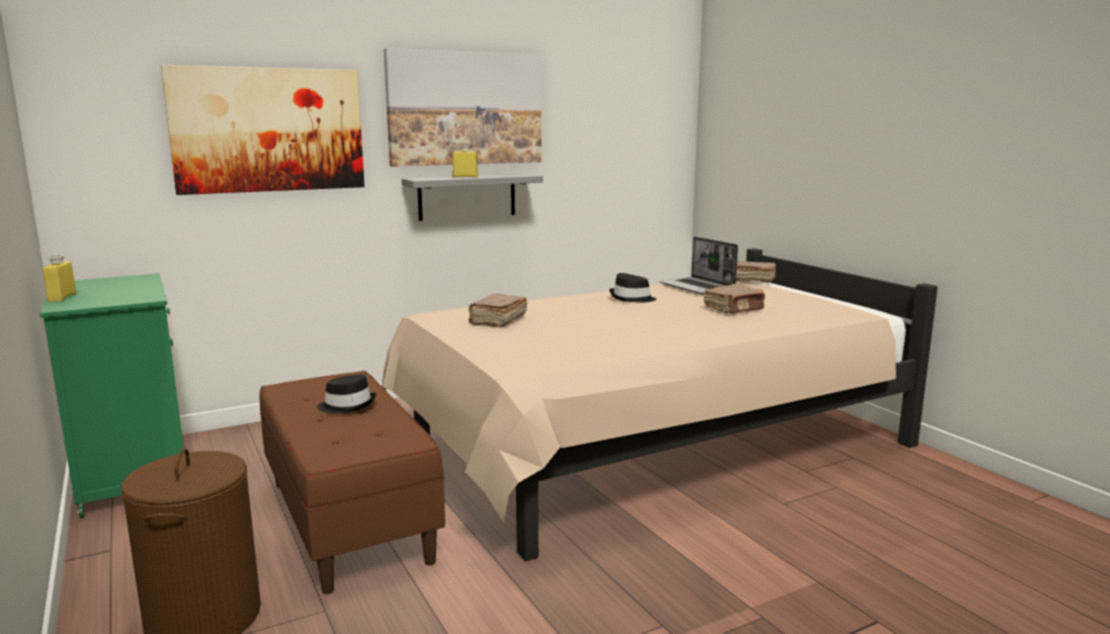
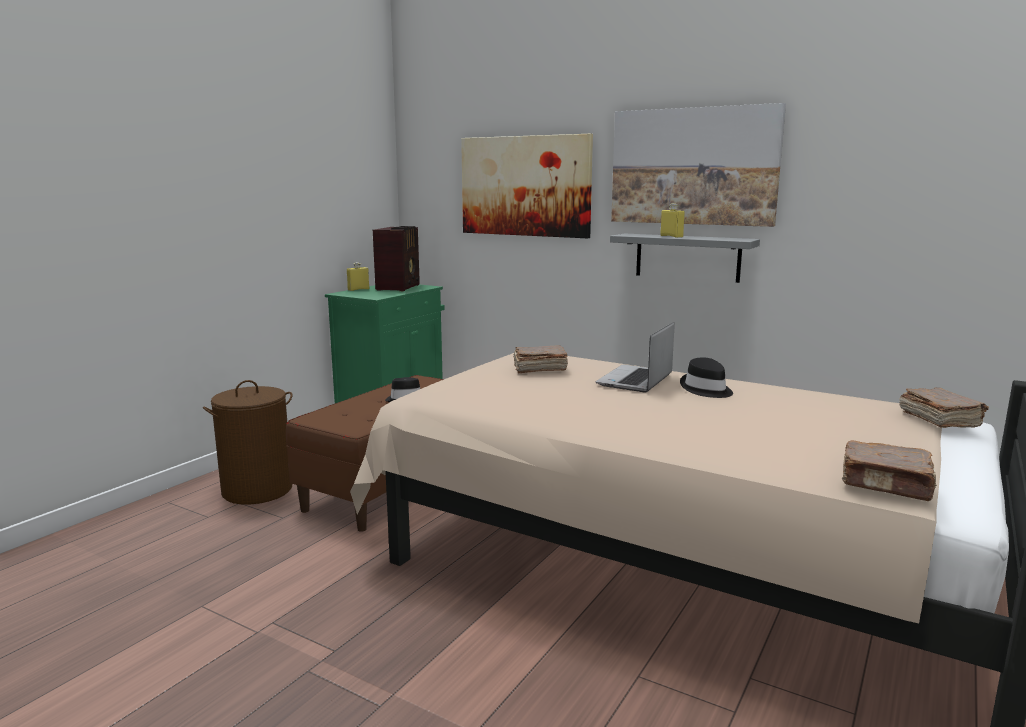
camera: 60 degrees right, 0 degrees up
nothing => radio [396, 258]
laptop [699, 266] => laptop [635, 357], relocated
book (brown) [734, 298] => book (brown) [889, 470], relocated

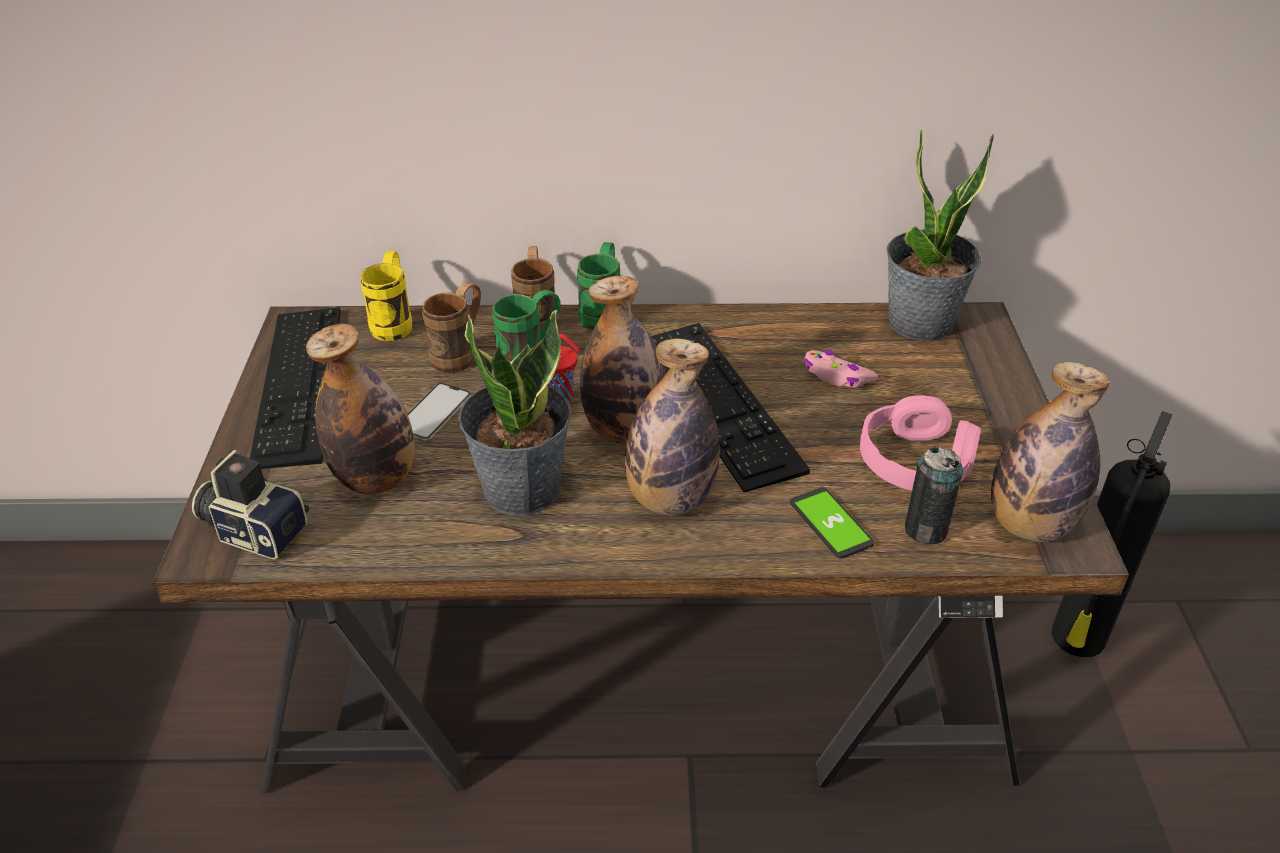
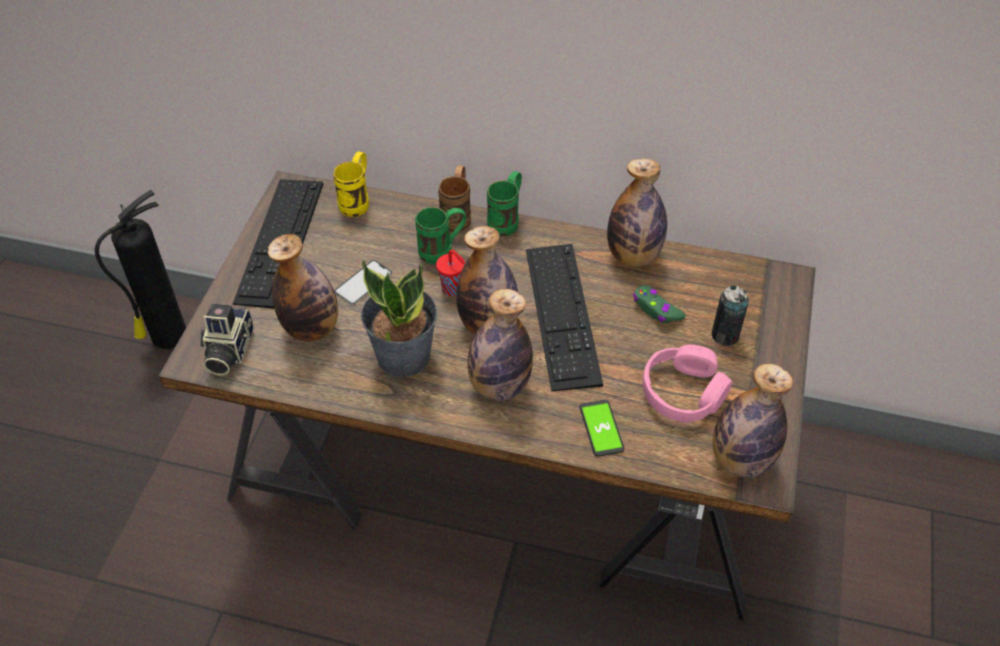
camera: 15 degrees right, 10 degrees up
fire extinguisher [1112, 534] => fire extinguisher [140, 269], relocated
photo camera [250, 505] => photo camera [226, 340], 120 degrees counterclockwise
nothing => bottle [637, 212]
game controller (pink) [841, 369] => game controller (green) [659, 304]
can [934, 495] => can [730, 315], relocated
mug (brown) [451, 327] => nothing
potted plant [940, 235] => nothing

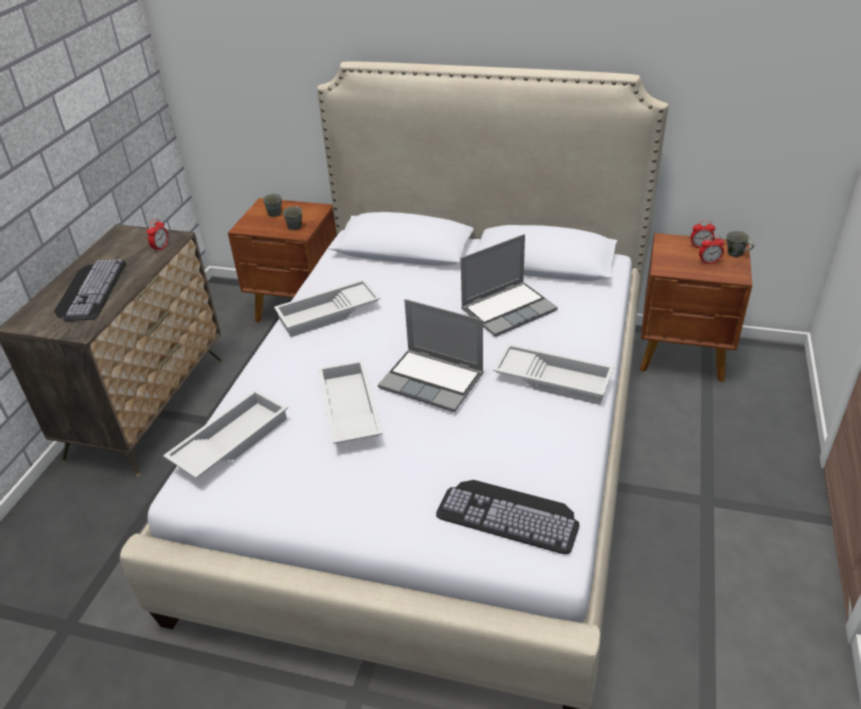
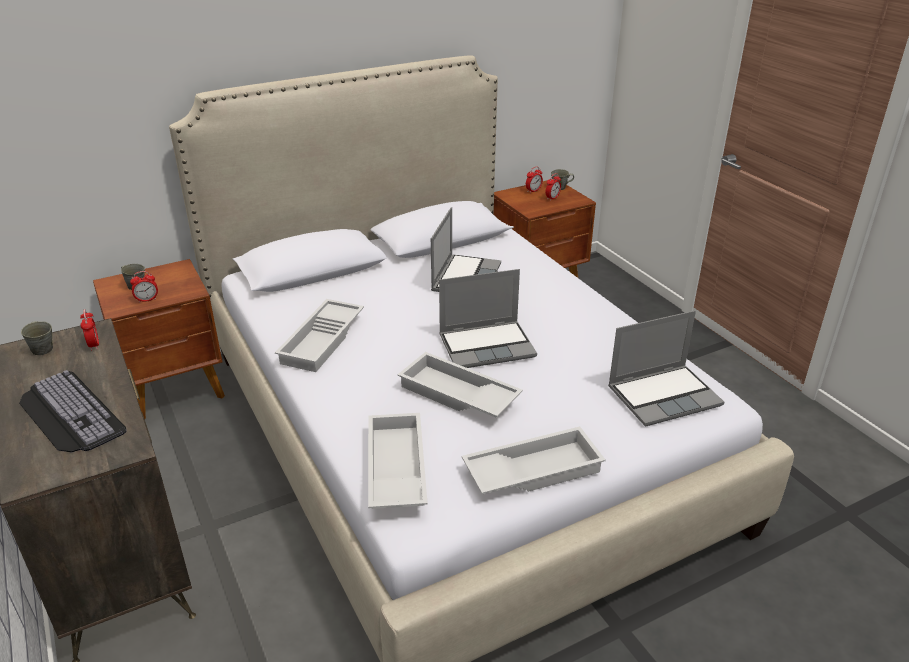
camera: 45 degrees left, 5 degrees down
mug (grey) [292, 218] => mug (grey) [37, 338], relocated
nothing => alarm clock [144, 287]
tray (white) [553, 374] => tray (white) [534, 460], relocated
keyboard [508, 517] => laptop [666, 368]

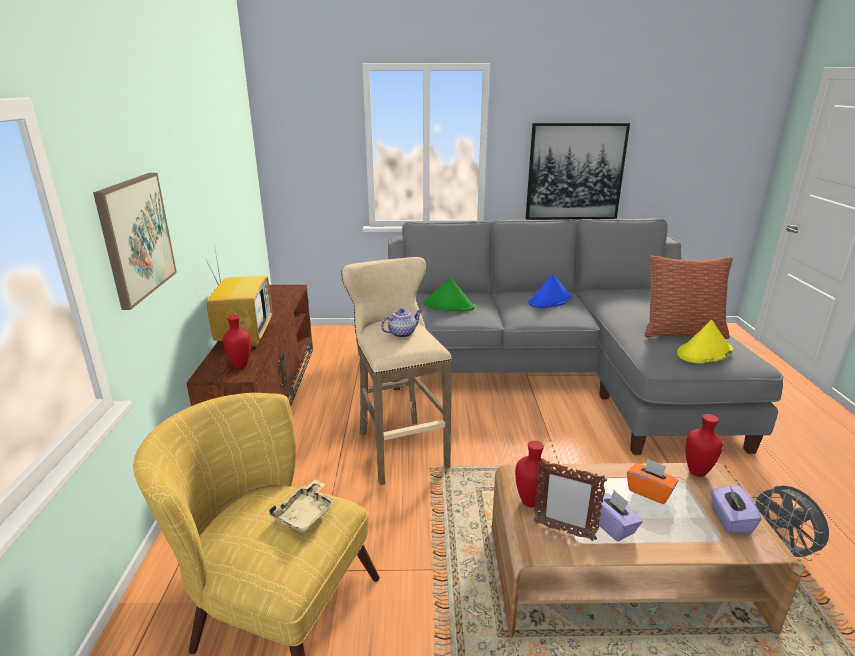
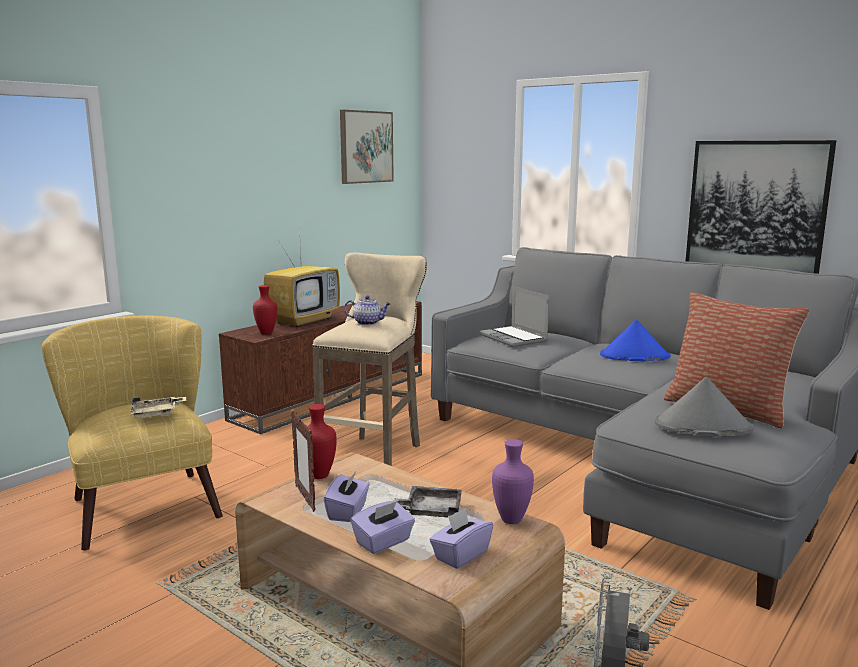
camera: 40 degrees right, 10 degrees down
picture [135, 241] => picture [367, 147], relocated
nothing => tissue box (purple) [383, 527]
tissue box (orange) [652, 481] => tray (grey) [428, 501]
hat (green) [449, 294] => laptop [514, 316]
vase (red) [704, 445] => vase (purple) [513, 481]
hat (yellow) [705, 341] => hat (grey) [704, 407]

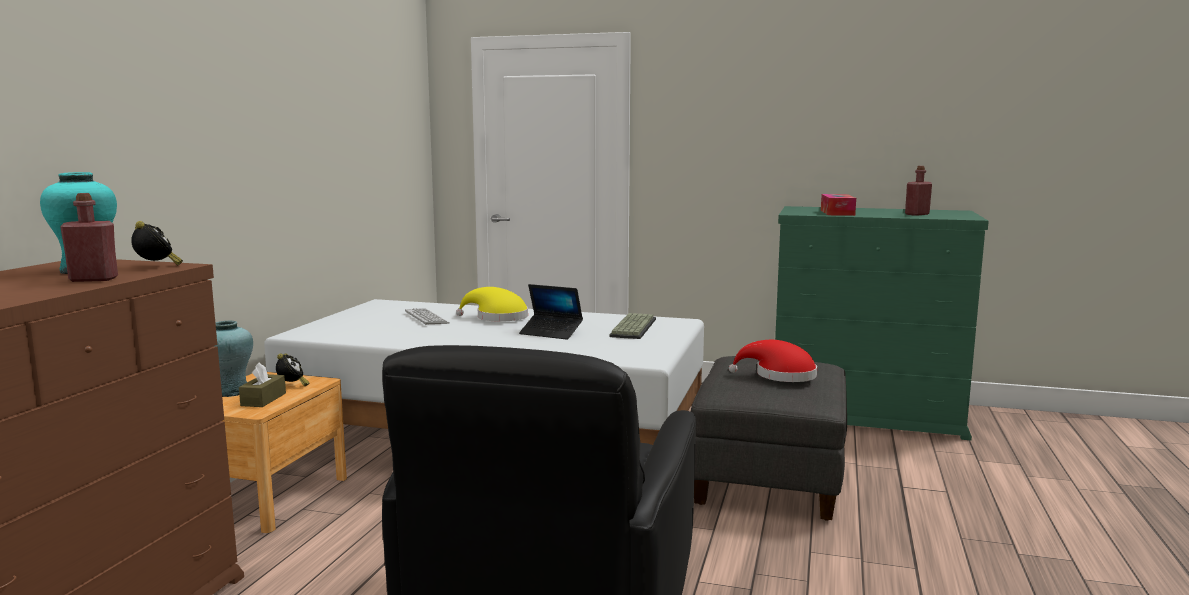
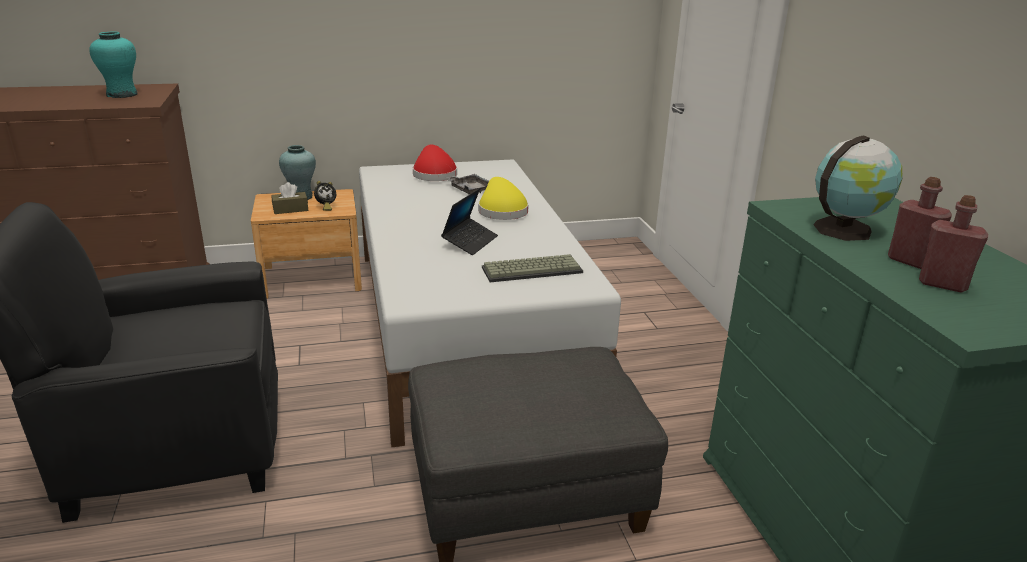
camera: 60 degrees right, 15 degrees up
hat (red) [773, 361] => hat (red) [435, 162], relocated
laptop [551, 312] => laptop [469, 221], 150 degrees counterclockwise
keyboard [427, 316] => tray (grey) [467, 184]
tissue box [838, 205] => globe [858, 188]
bottle (red) [89, 237] => bottle (red) [920, 223], relocated
alarm clock [157, 243] => nothing

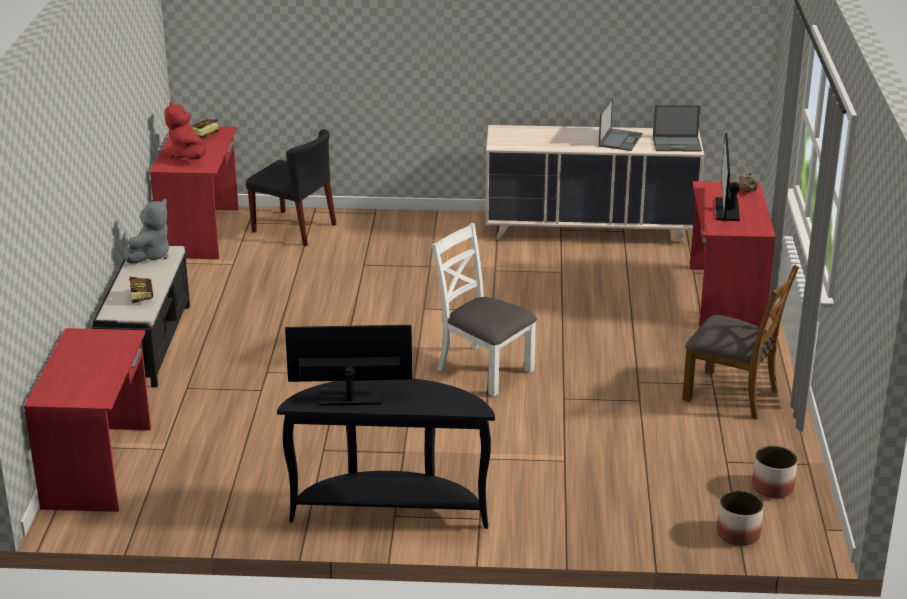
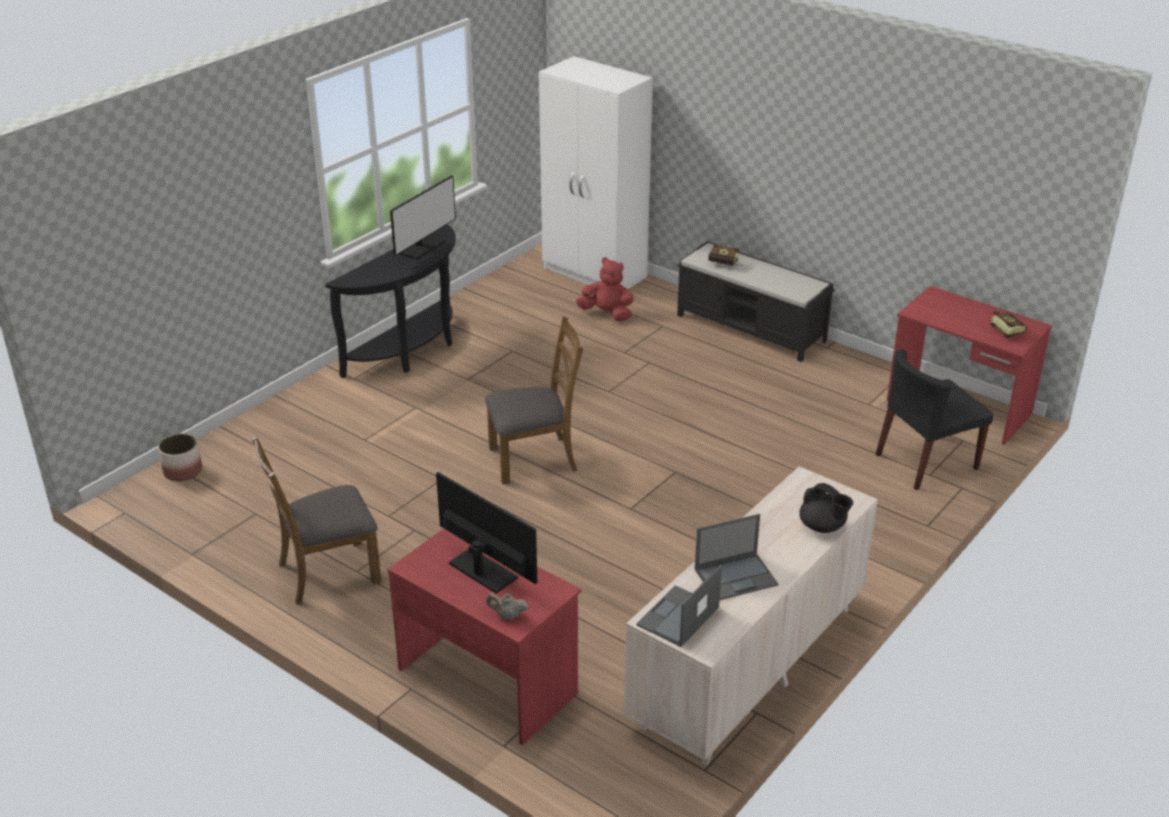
camera: 125 degrees right, 5 degrees up
chair (white) [484, 309] => chair (brown) [534, 401]
desk (red) [87, 420] => wardrobe (white) [596, 173]
plush toy (red) [185, 131] => plush toy (red) [605, 289], relocated
laptop [621, 124] => laptop [736, 557], 75 degrees counterclockwise
nothing => teapot (black) [826, 508]
plush toy (grey) [146, 231] => nothing
planter [775, 472] => nothing

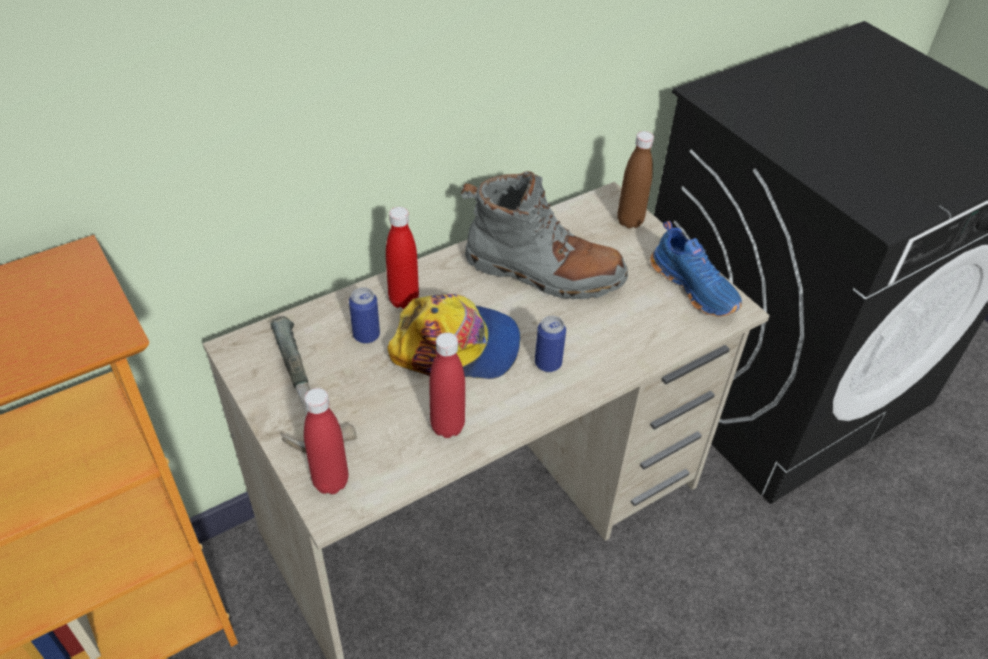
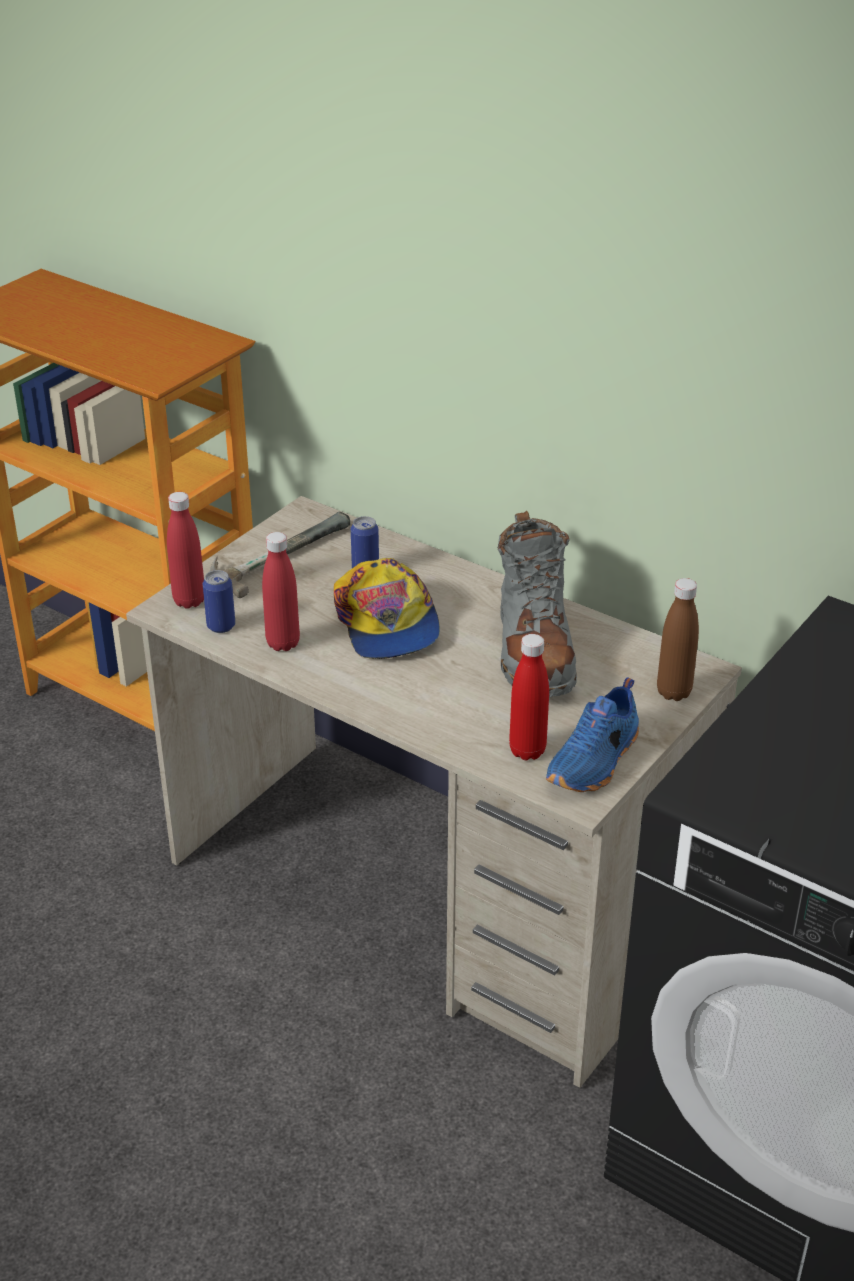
camera: 70 degrees right, 10 degrees down
can [550, 344] => can [219, 601], relocated
bottle (red) [402, 258] => bottle (red) [529, 697], relocated

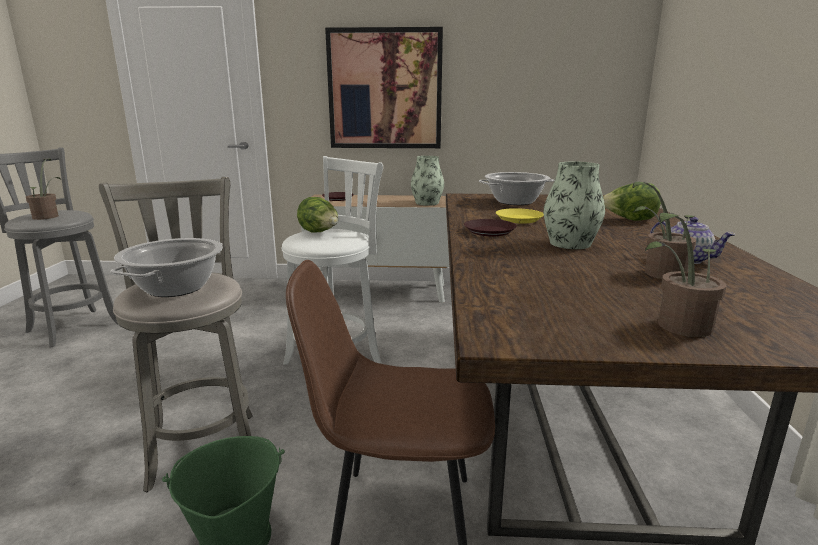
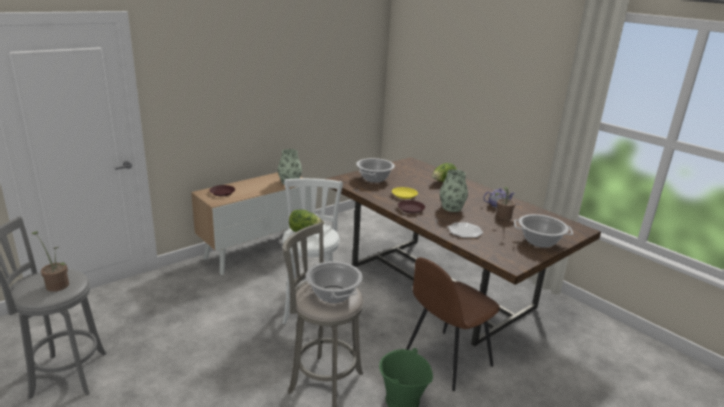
camera: 45 degrees left, 5 degrees up
nothing => plate [465, 230]
potted plant [685, 275] => cooking pot [543, 231]
picture [384, 87] => nothing

